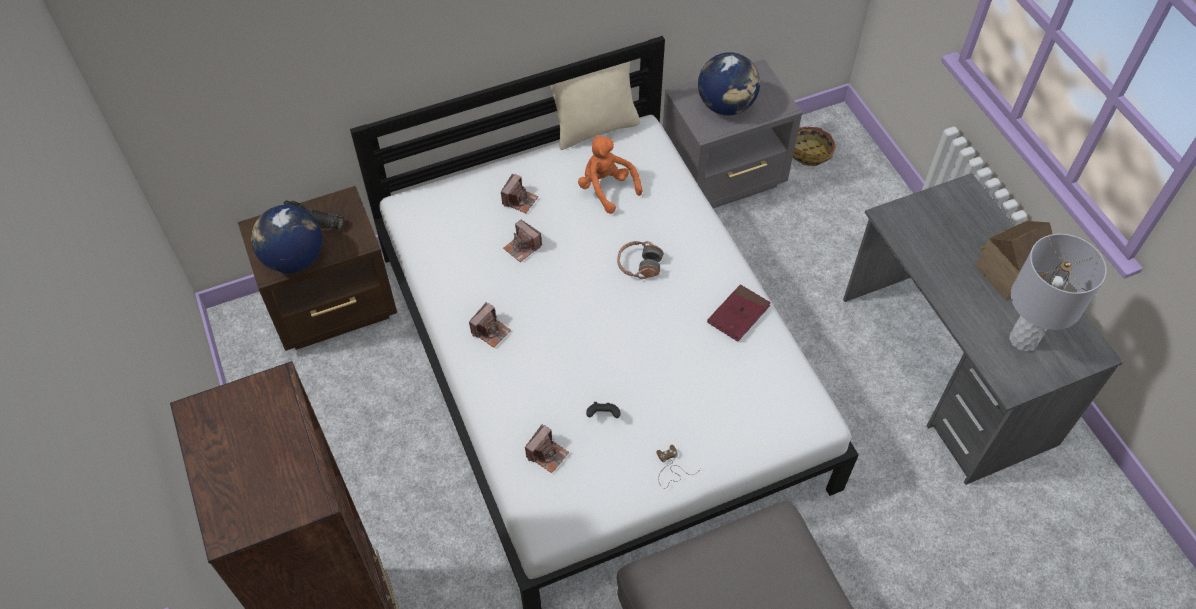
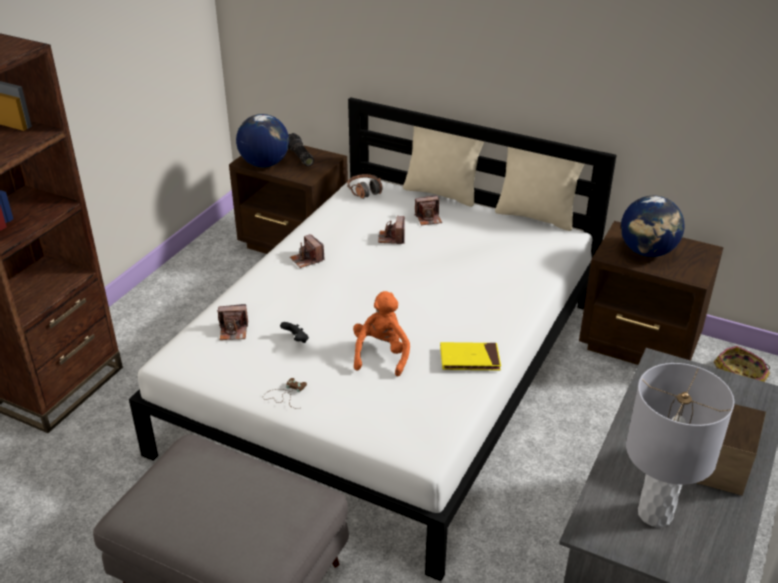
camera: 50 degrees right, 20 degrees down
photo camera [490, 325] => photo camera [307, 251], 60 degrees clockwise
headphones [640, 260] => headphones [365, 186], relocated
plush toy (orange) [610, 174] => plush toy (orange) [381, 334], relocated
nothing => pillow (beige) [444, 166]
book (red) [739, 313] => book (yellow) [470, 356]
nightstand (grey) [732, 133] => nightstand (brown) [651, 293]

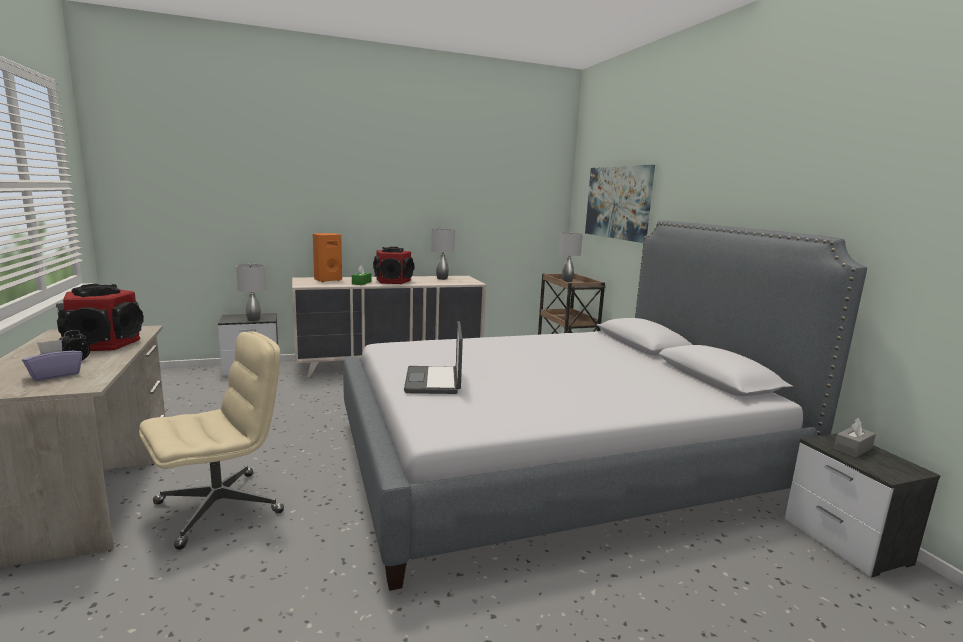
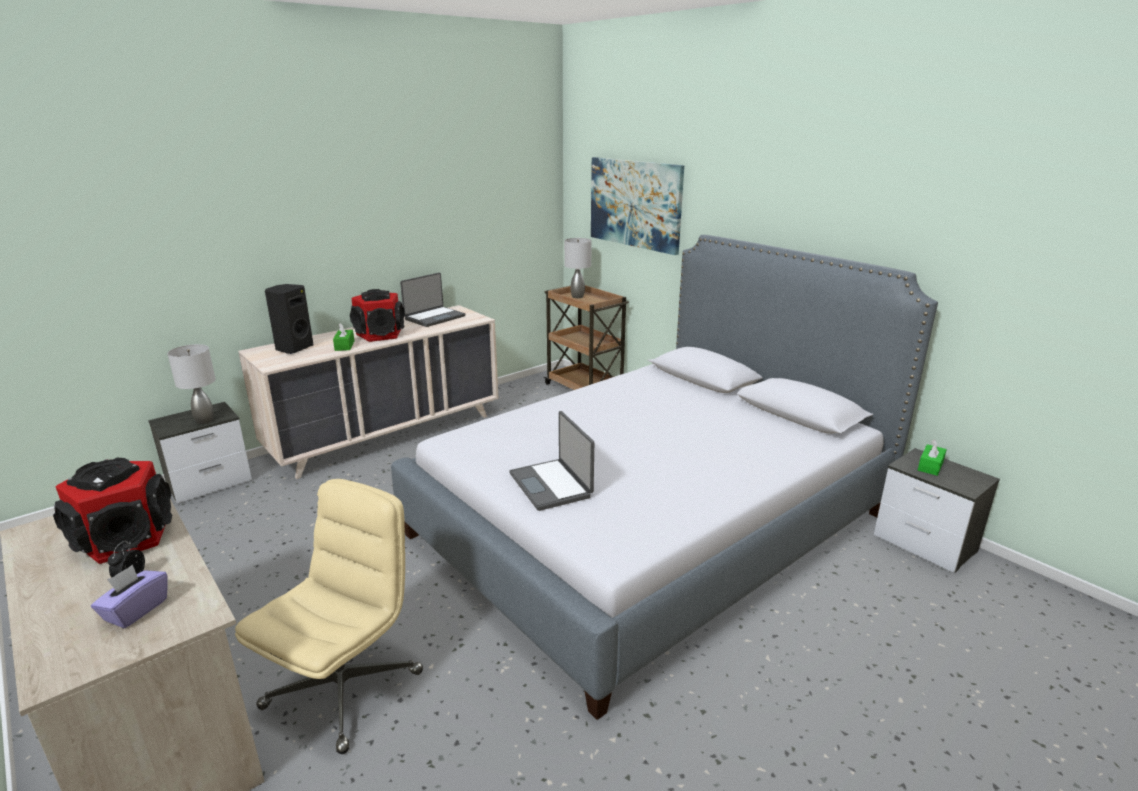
camera: 20 degrees left, 10 degrees up
speaker (orange) [327, 257] => speaker (black) [289, 319]
table lamp (grey) [443, 254] => laptop [432, 300]
tissue box (grey) [855, 437] => tissue box (green) [932, 458]

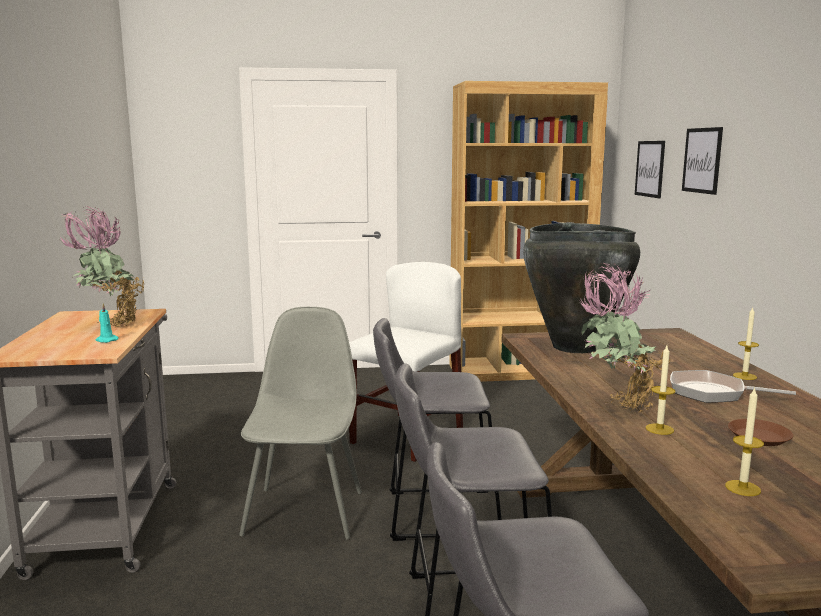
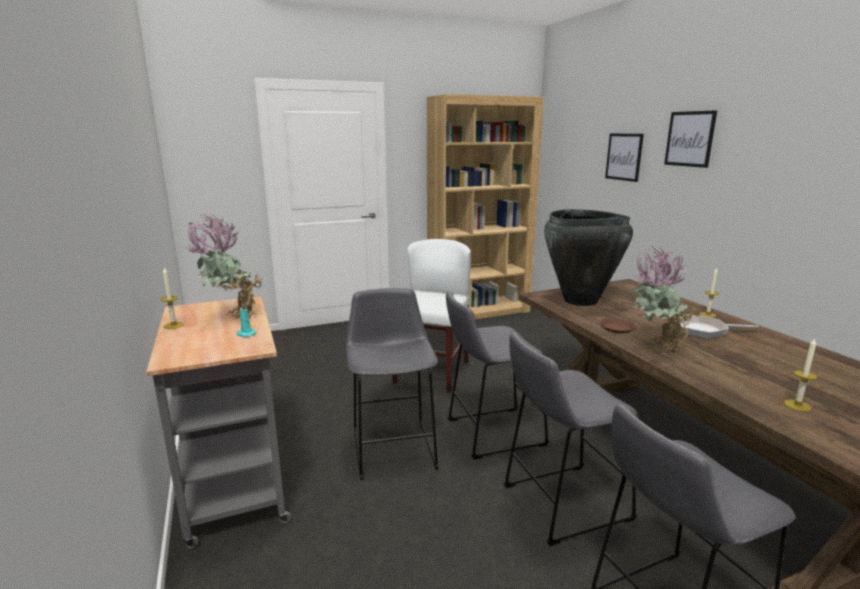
camera: 15 degrees left, 5 degrees up
candle [661, 390] => candle [172, 298], relocated
chair (grey) [300, 423] => stool (grey) [392, 384]
plate (brown) [760, 432] => plate (brown) [618, 325], relocated
picture [650, 169] => picture [690, 139], relocated

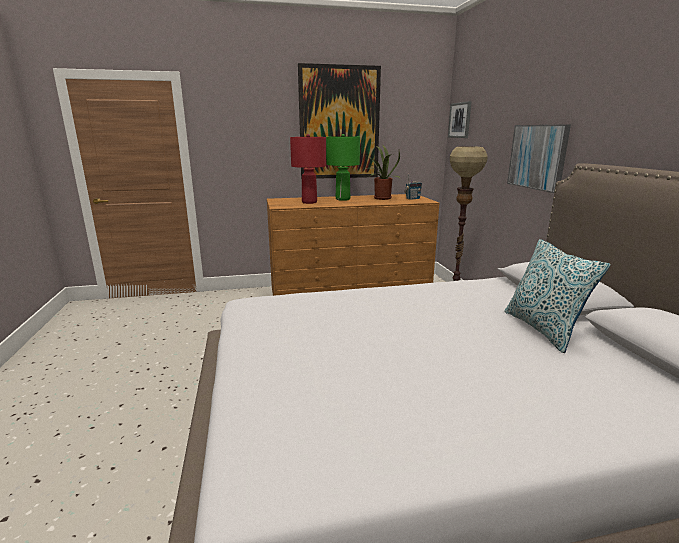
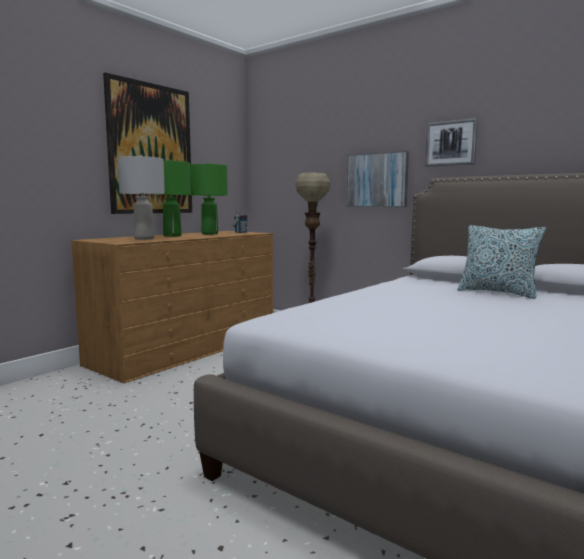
camera: 40 degrees left, 10 degrees down
table lamp (red) [308, 169] => table lamp (grey) [141, 197]
potted plant [383, 172] => table lamp (green) [209, 198]
picture [460, 119] => picture [451, 142], relocated

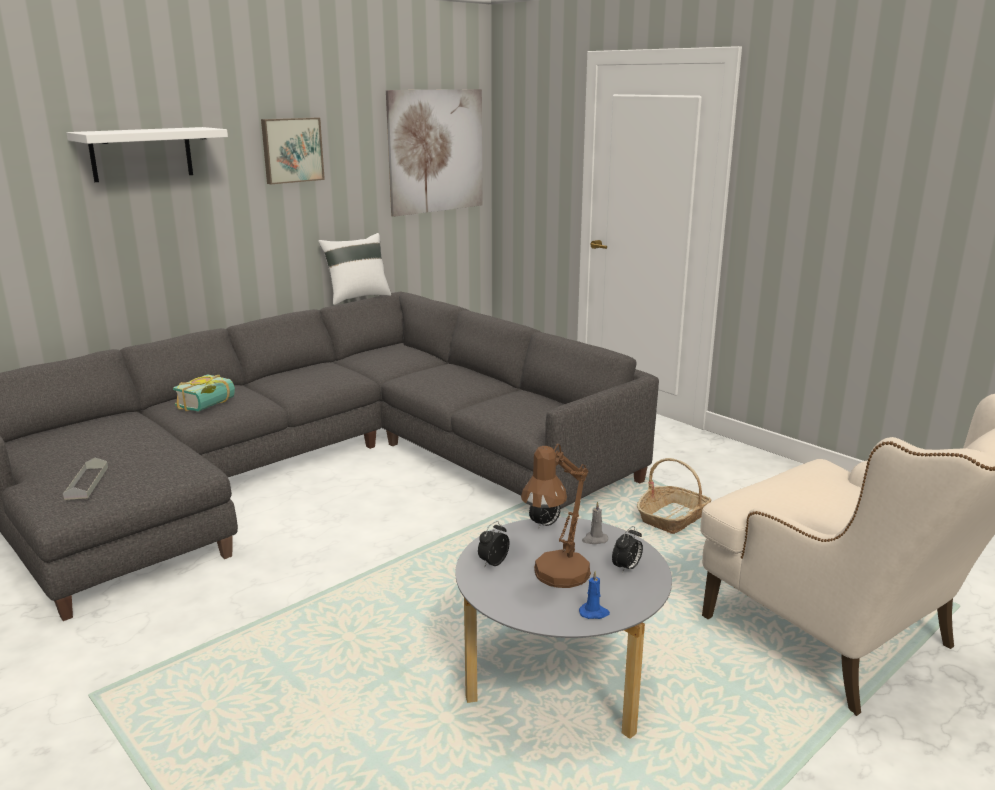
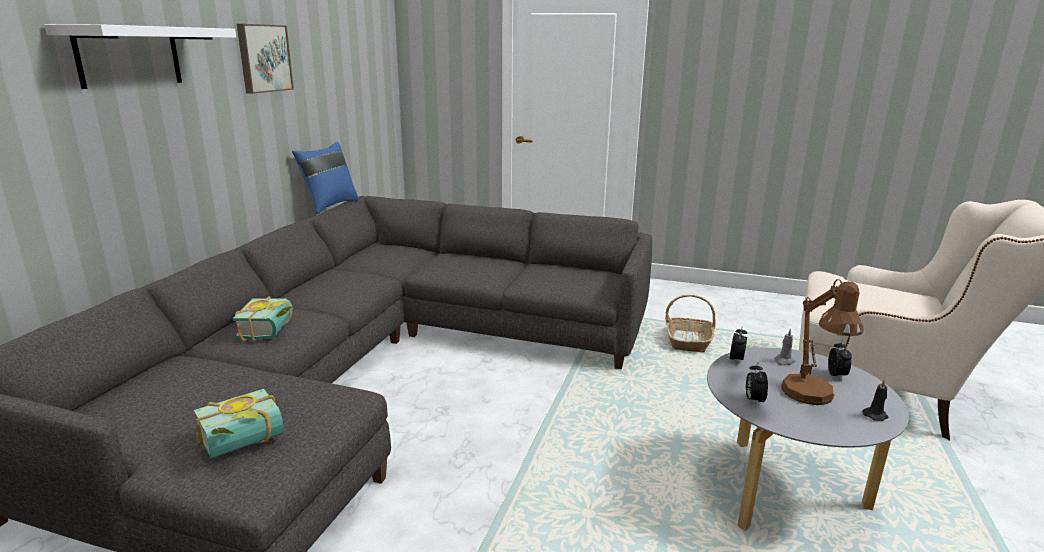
camera: 30 degrees left, 0 degrees up
tray (grey) [85, 479] => book [239, 424]
pillow (white) [354, 269] => pillow (blue) [325, 178]
candle (blue) [594, 595] => candle (black) [875, 400]
picture [434, 153] => nothing

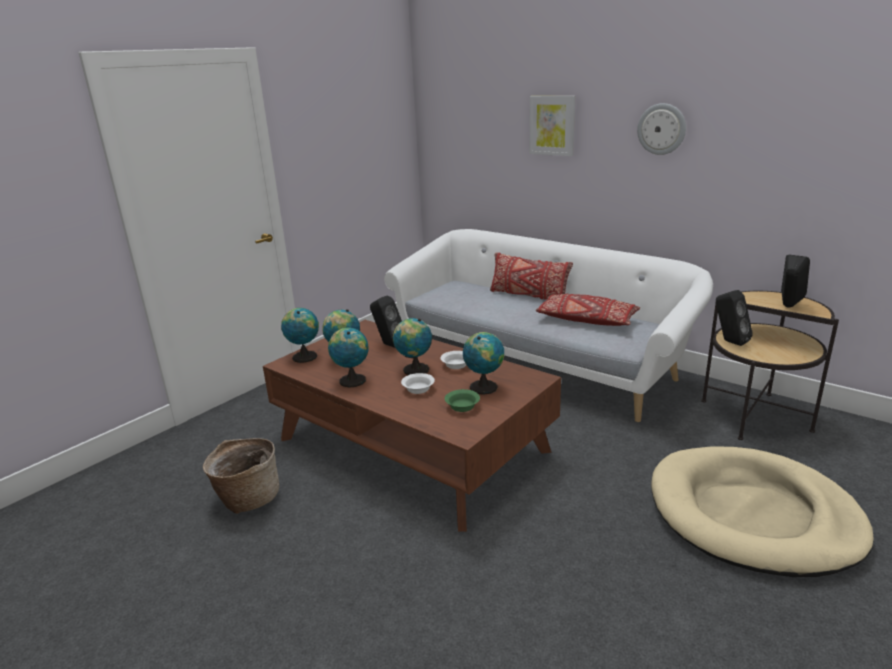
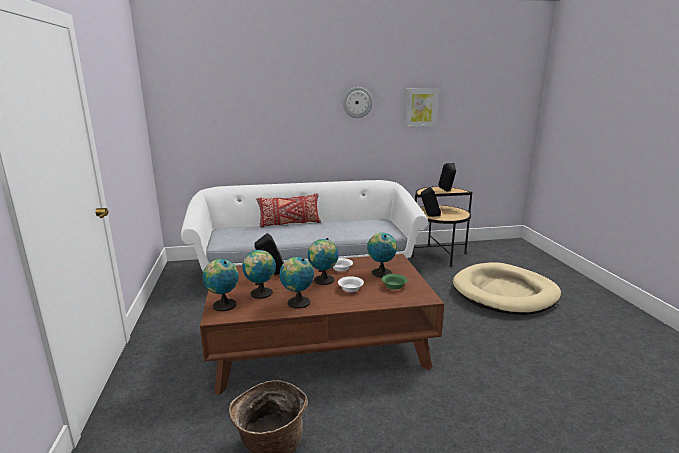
camera: 50 degrees left, 5 degrees down
picture [552, 126] => picture [422, 107], relocated
pillow (red) [588, 310] => nothing

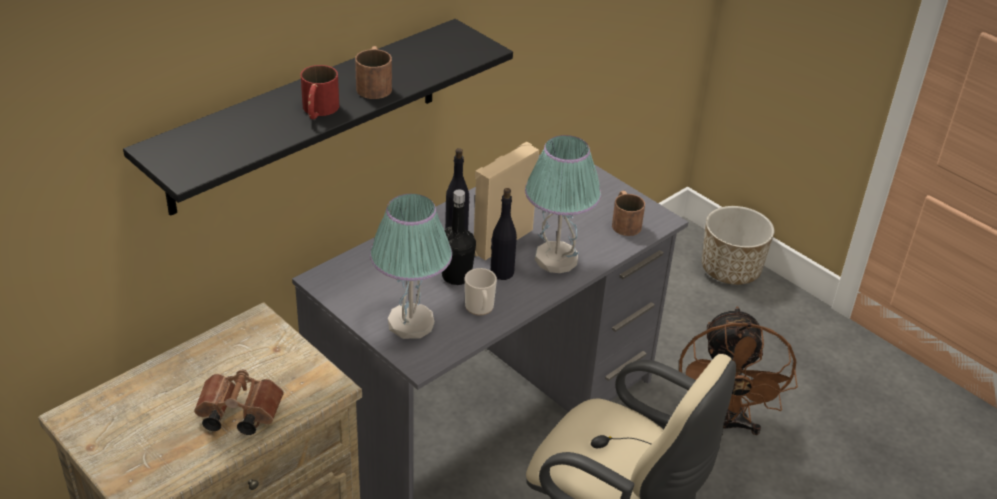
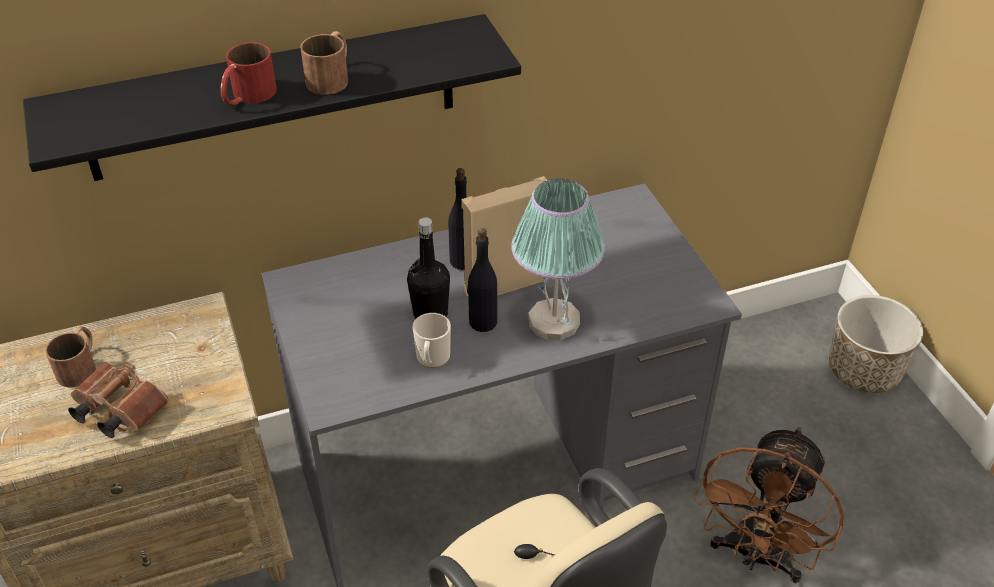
camera: 25 degrees right, 5 degrees up
mug (brown) [628, 213] => mug (brown) [70, 357], relocated
table lamp [411, 266] => nothing

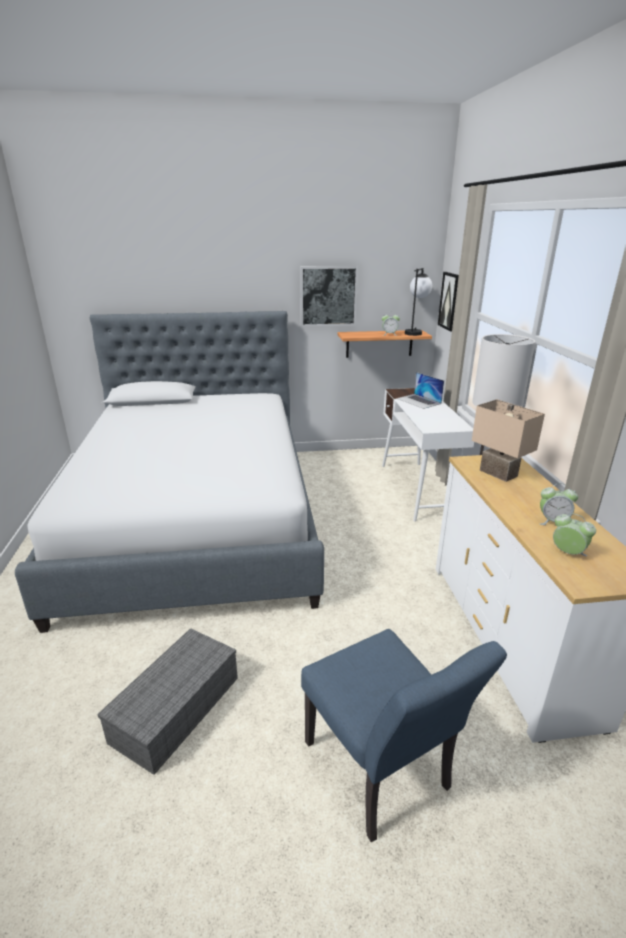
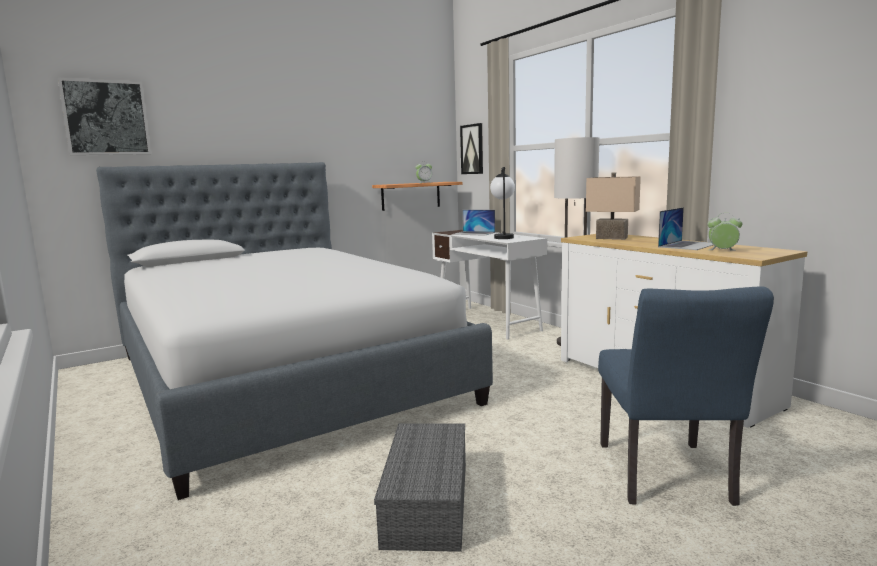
camera: 25 degrees left, 15 degrees down
picture [329, 296] => picture [105, 116], relocated
table lamp [418, 302] => table lamp [502, 203], relocated
chair (blue) [404, 735] => chair (blue) [686, 396], 60 degrees clockwise
alarm clock [559, 504] => laptop [685, 228]

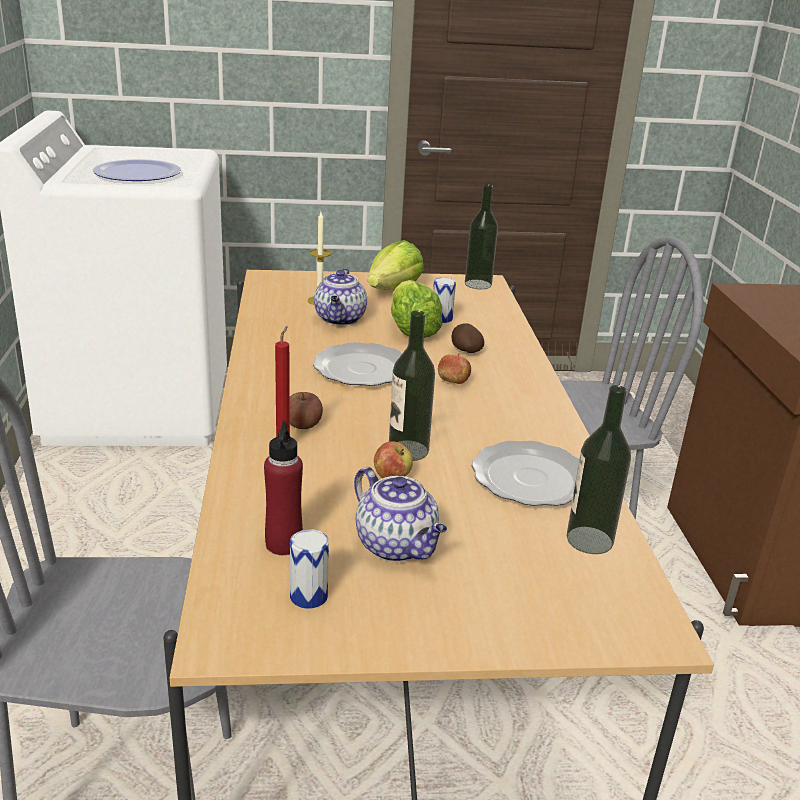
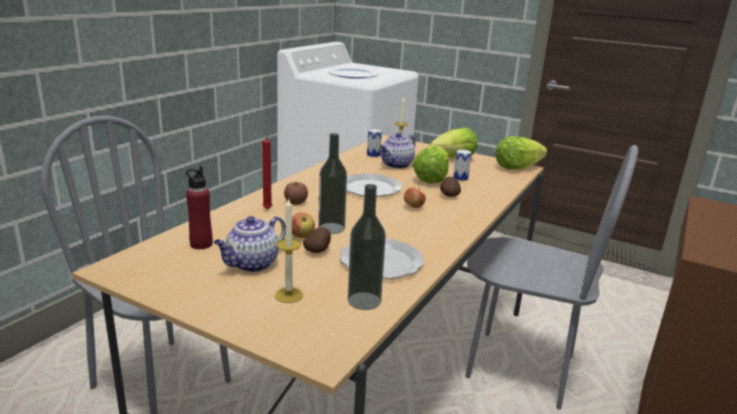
camera: 35 degrees right, 5 degrees down
teapot [400, 514] => teapot [250, 244], 45 degrees clockwise
nothing => candle [289, 251]
nothing => potato [317, 240]
can [309, 569] => can [374, 143], relocated
bottle [481, 236] => lettuce [521, 153]

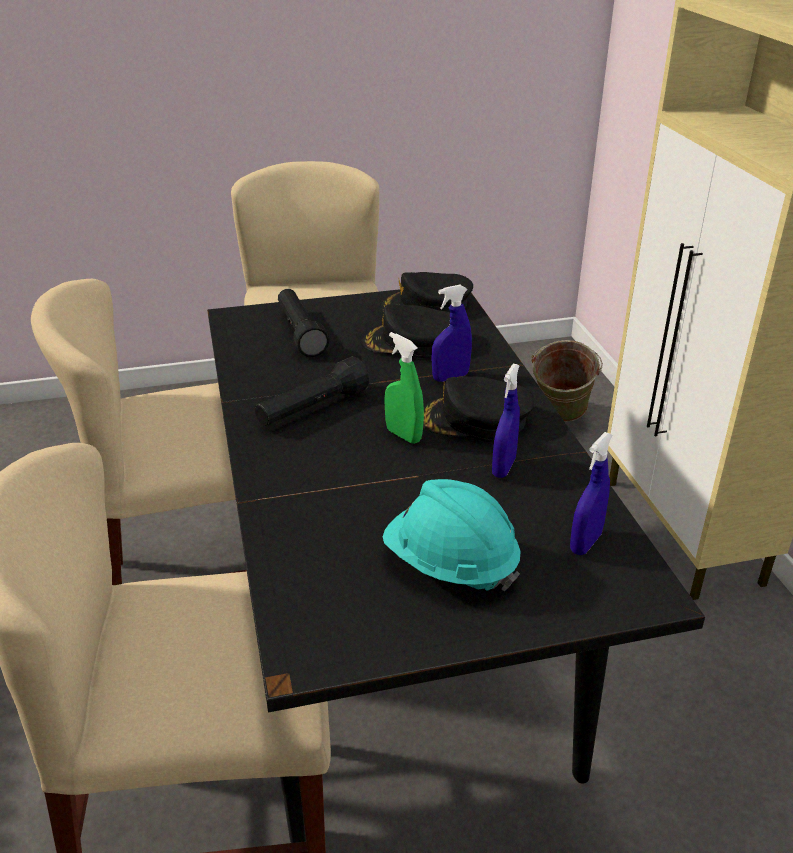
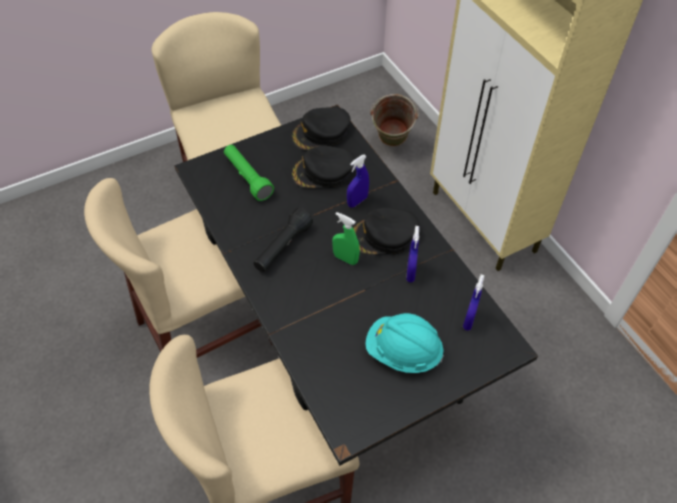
camera: 15 degrees left, 20 degrees up
flashlight (black) [304, 323] => flashlight (green) [249, 173]

